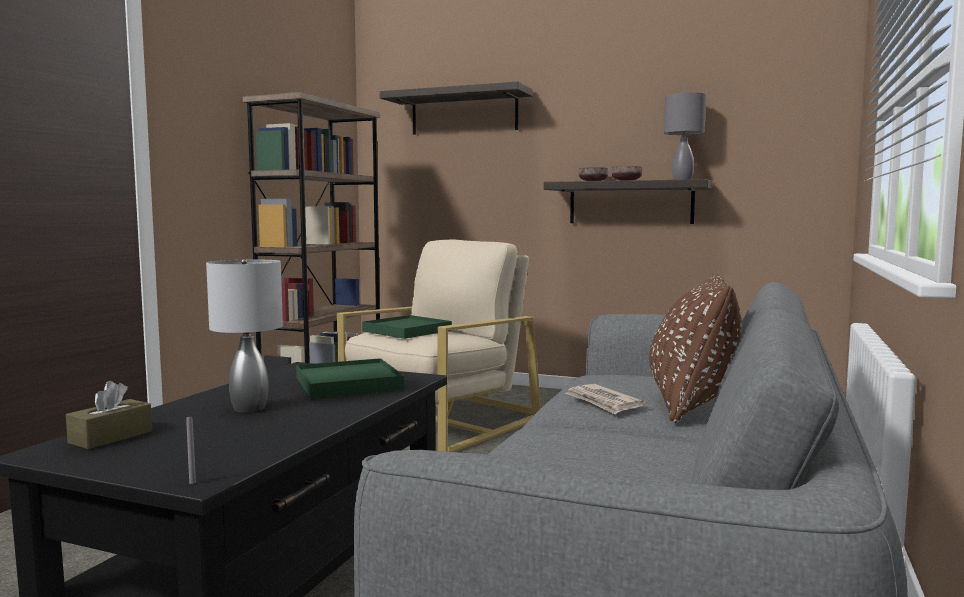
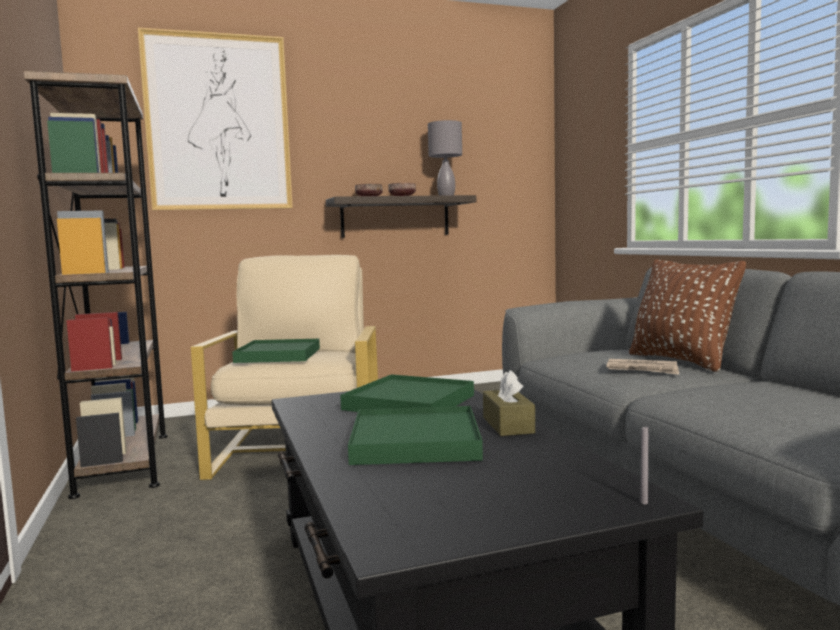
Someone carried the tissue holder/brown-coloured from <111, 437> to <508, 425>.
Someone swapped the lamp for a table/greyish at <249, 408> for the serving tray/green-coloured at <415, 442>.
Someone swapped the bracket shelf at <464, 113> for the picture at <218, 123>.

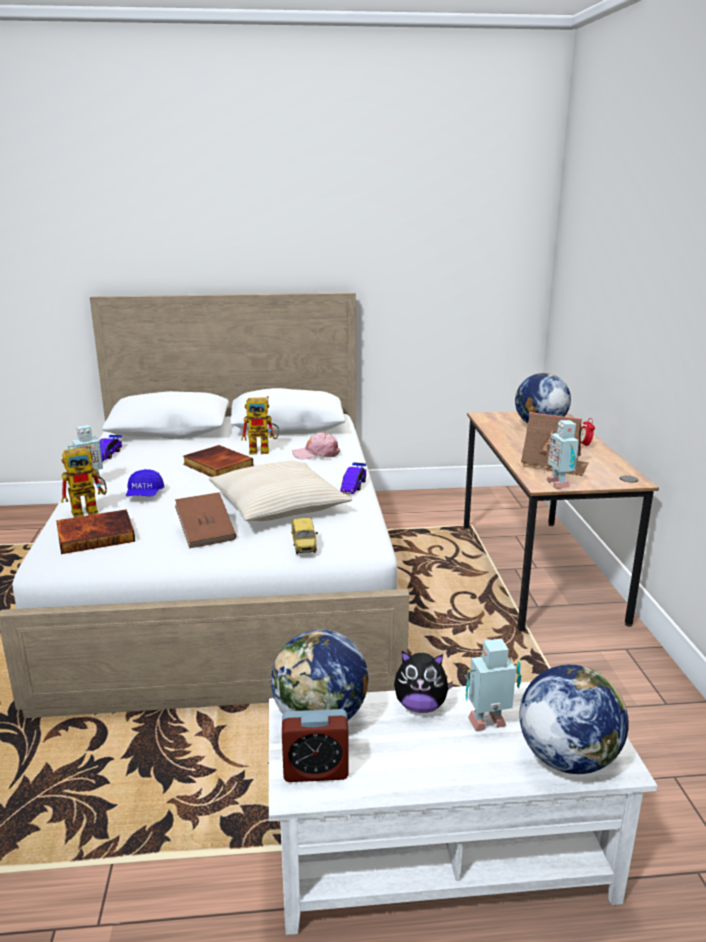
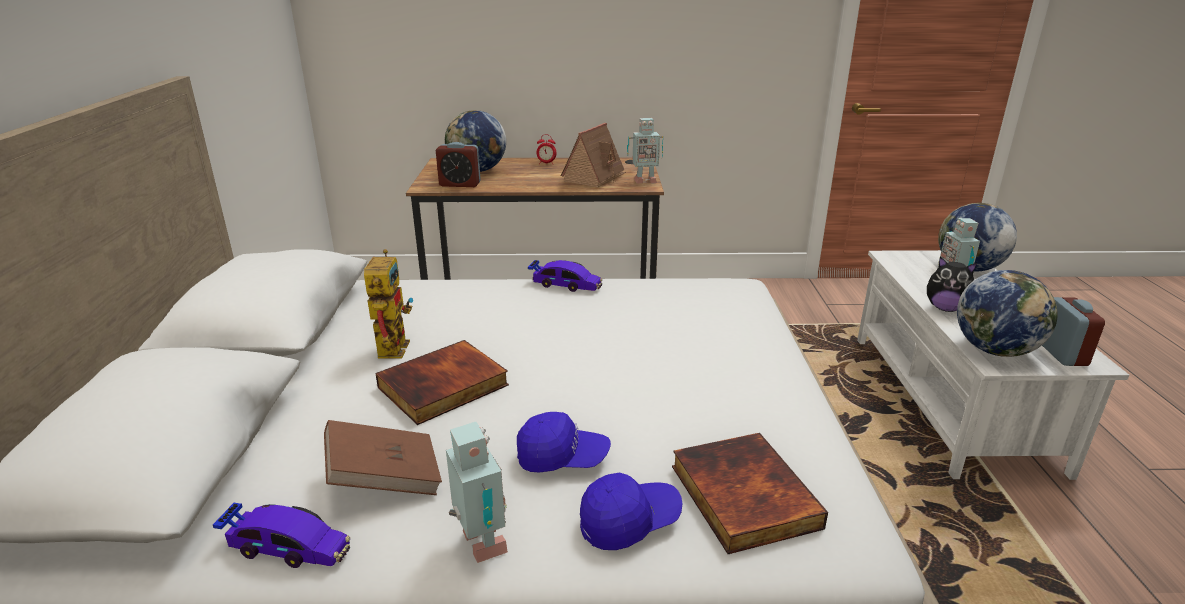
Someone swapped the model robot at <90, 510> for the baseball cap/bluish at <629, 522>.
Someone carried the volume/brown-coloured from <206, 534> to <385, 479>.
Someone took away the throw pillow/sand-coloured at <278, 505>.
Someone took away the toy car at <305, 547>.
Someone took away the baseball cap/pinkish at <316, 454>.
Someone rotated the soft toy at <420, 706> by 105 degrees clockwise.
Someone put down the alarm clock at <460, 184>.

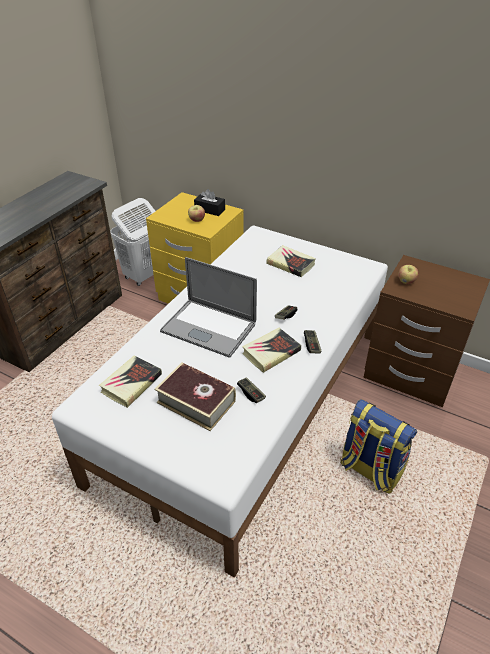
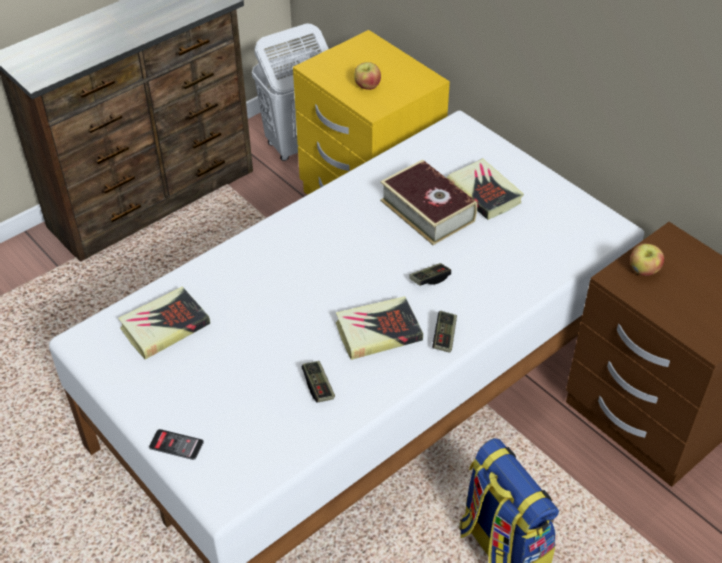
Someone carried the volume from <196, 402> to <427, 210>.
Someone took away the notebook computer at <208, 327>.
Someone took away the tissue holder/blackish at <209, 210>.
Someone put down the handset at <176, 445>.

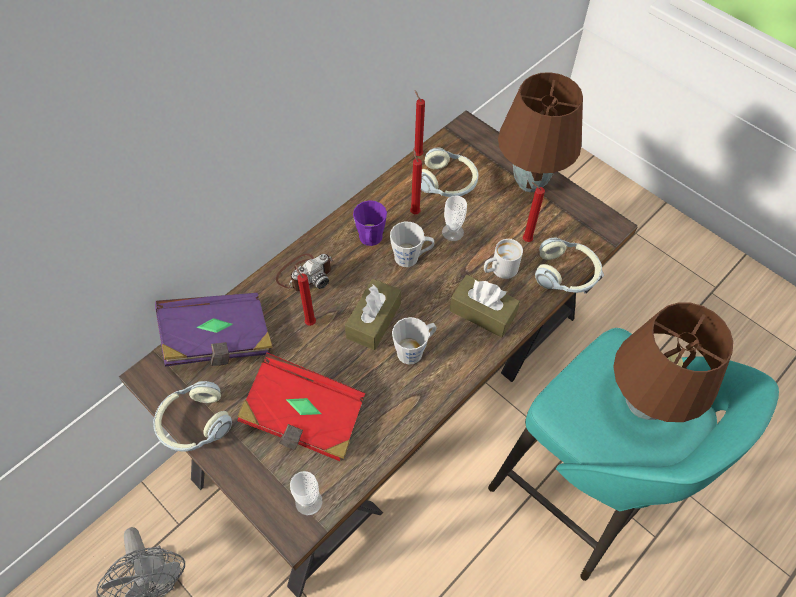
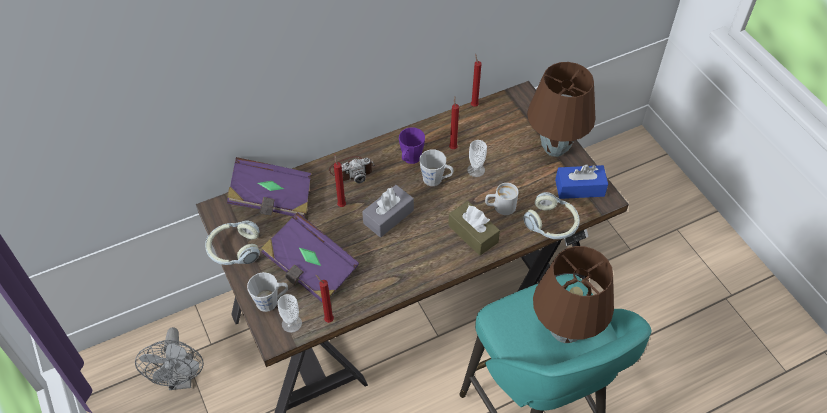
Someone repainted the volume/reddish at <304, 418>, which became the volume/purple-coloured at <311, 268>.
Someone repainted the tissue holder/brown-coloured at <373, 320>, which became the tissue holder/greyish at <388, 217>.
Someone carried the coffee mug/greyish from <414, 350> to <271, 301>.
Someone took away the pair of headphones at <448, 182>.
Someone carried the candle/reddish from <525, 239> to <328, 319>.
Someone put down the tissue holder/bluish at <579, 188>.

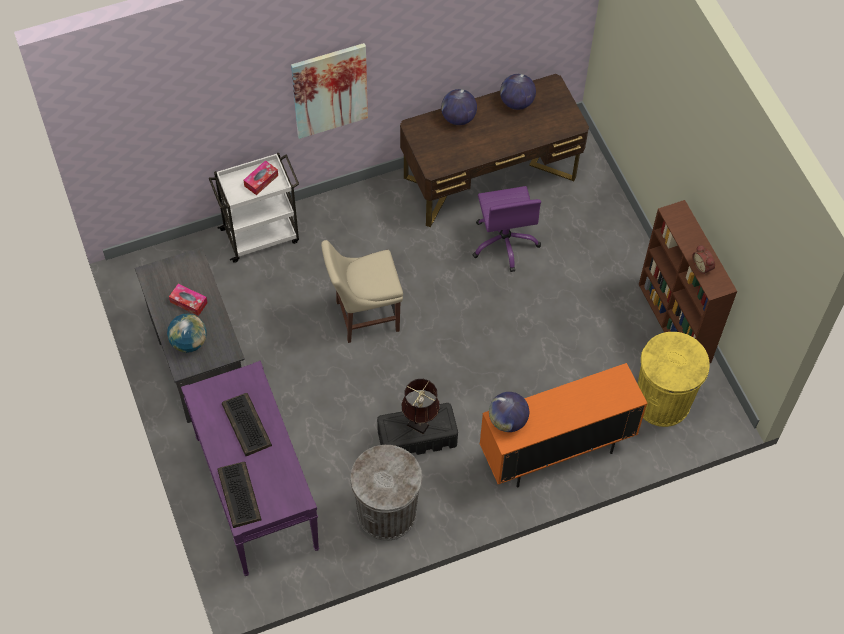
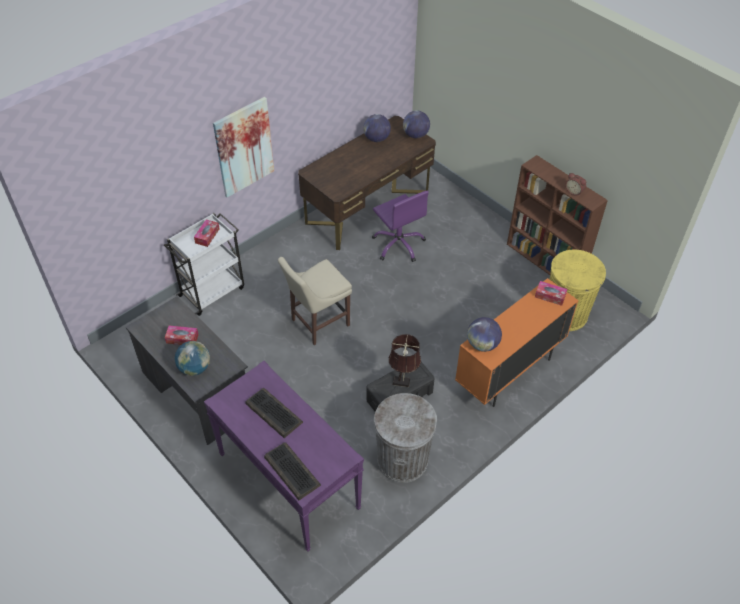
Someone carried the globe from <458, 118> to <415, 135>.
Someone put down the tissue holder at <550, 296>.

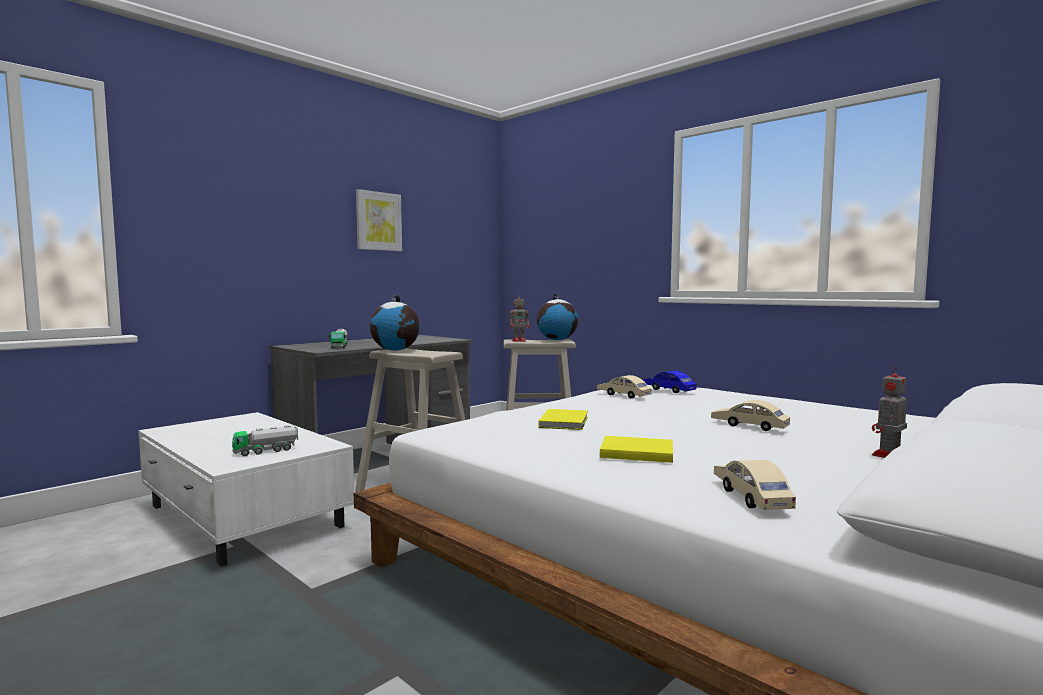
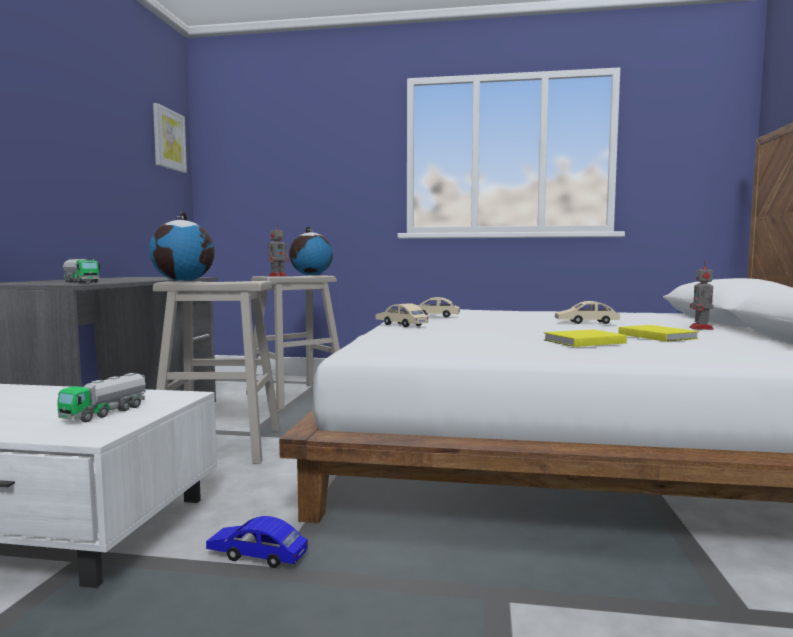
Someone carried the picture from <378, 221> to <168, 139>.
Someone carried the volume/yellow-coloured from <565, 422> to <656, 336>.
Someone carried the toy car/bluish from <668, 390> to <257, 555>.
Someone carried the toy car/sand-coloured from <750, 496> to <401, 325>.

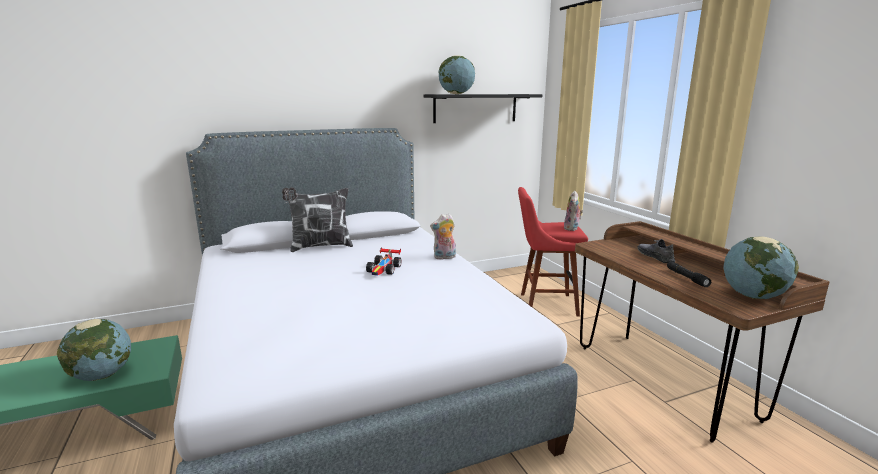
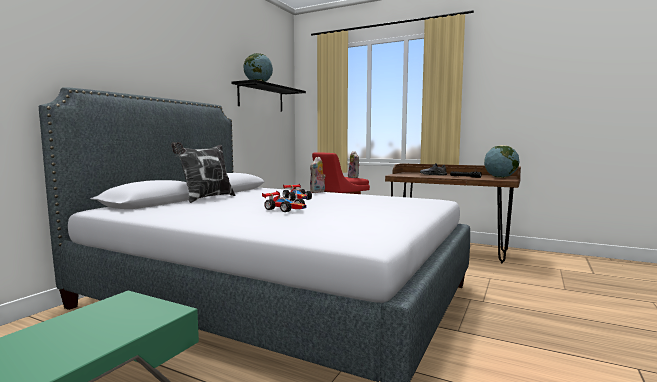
Someone took away the globe at <102, 375>.
Someone put down the toy car at <285, 209>.

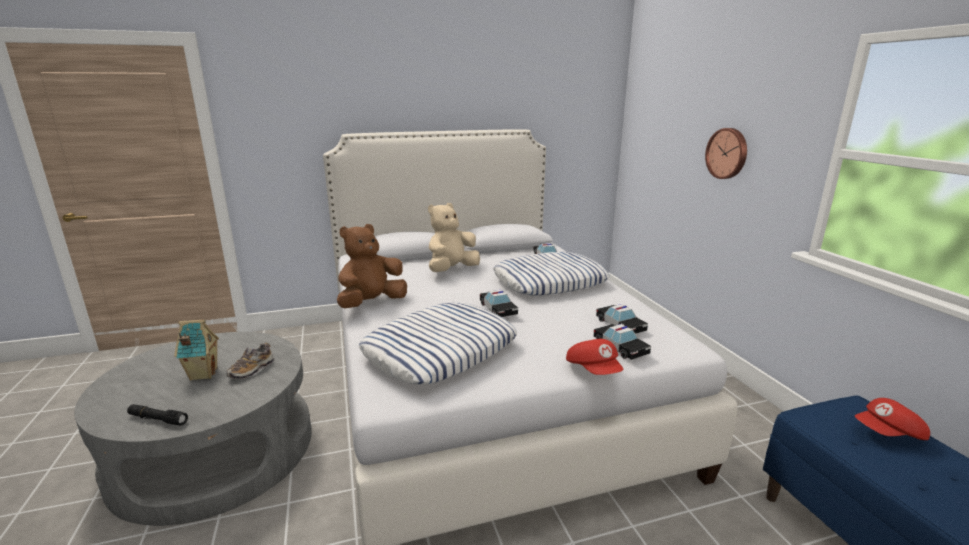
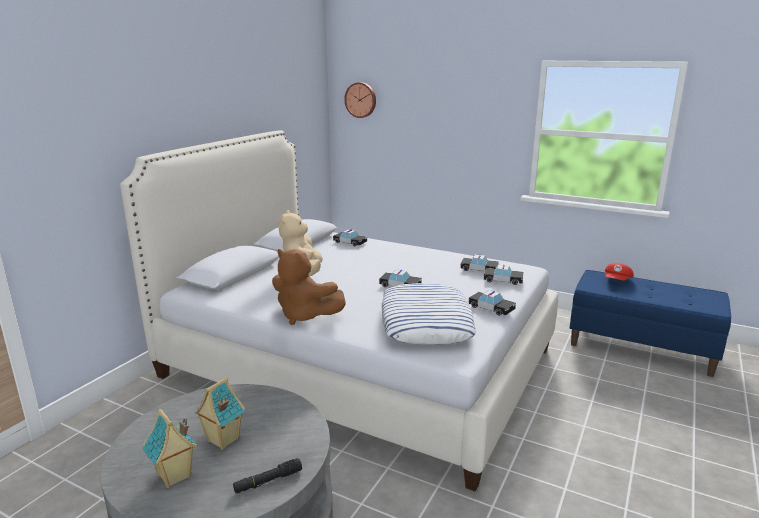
Someone took away the shoe at <252, 370>.
Someone rotated the soft toy/brown-coloured at <372, 303> by 60 degrees counterclockwise.
Someone took away the throw pillow at <549, 281>.
Someone took away the baseball cap/reddish at <594, 370>.
Someone carried the clock on the wall from <727, 153> to <361, 100>.
Someone put down the model house at <174, 477>.
Someone put down the toy car at <491, 308>.

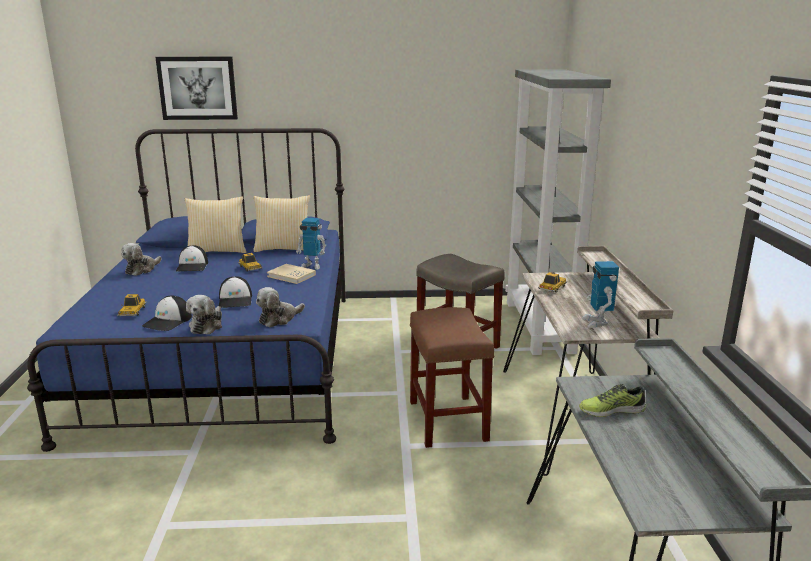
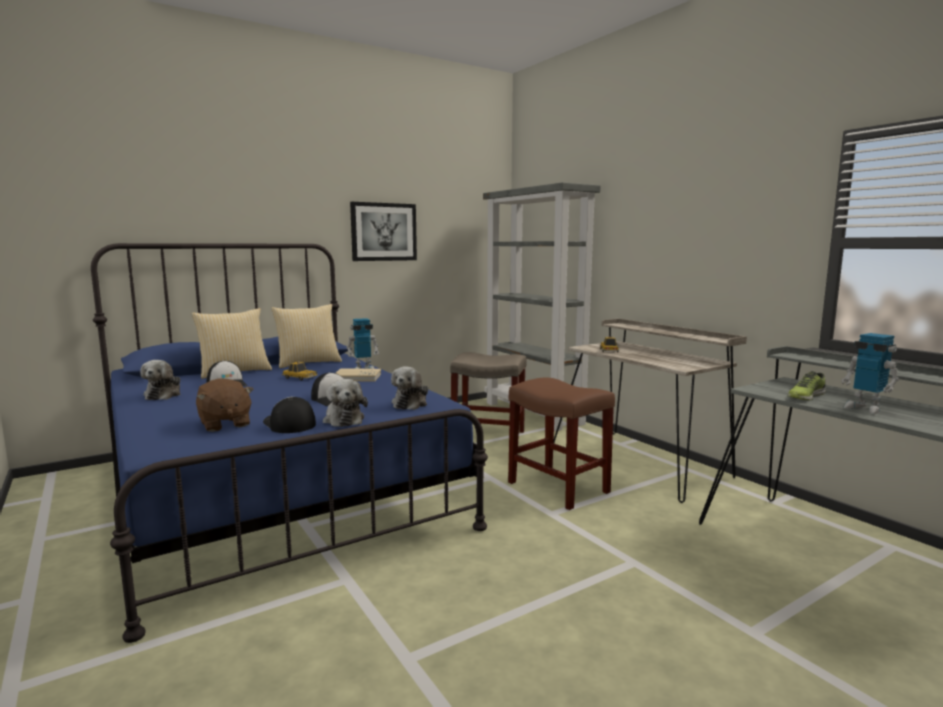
Someone swapped the toy car at <132, 311> for the soft toy/brown-coloured at <224, 424>.
Someone rotated the baseball cap at <168, 321> by 150 degrees clockwise.
Someone carried the picture from <197, 88> to <383, 232>.
Someone carried the model robot from <597, 322> to <865, 408>.

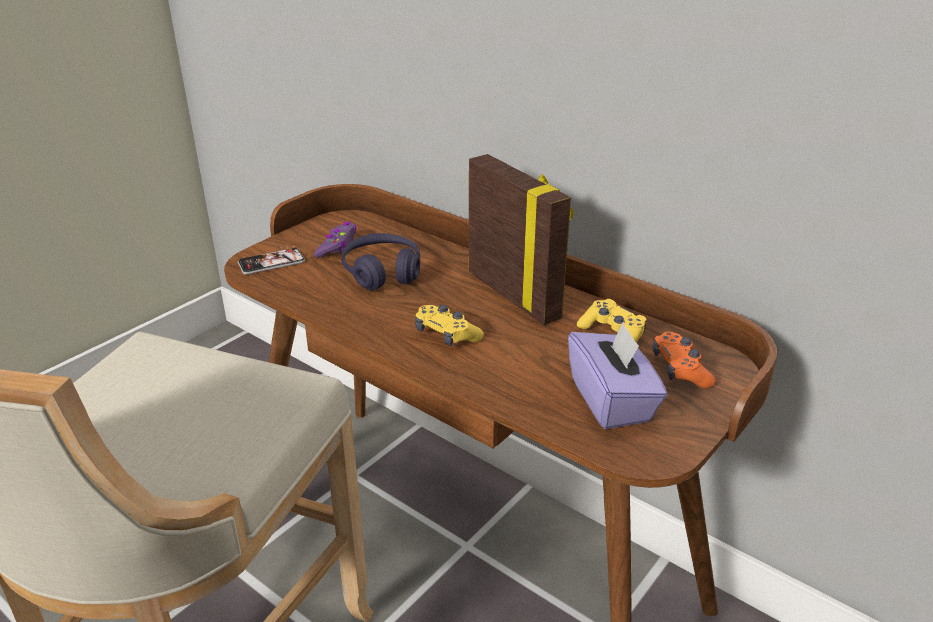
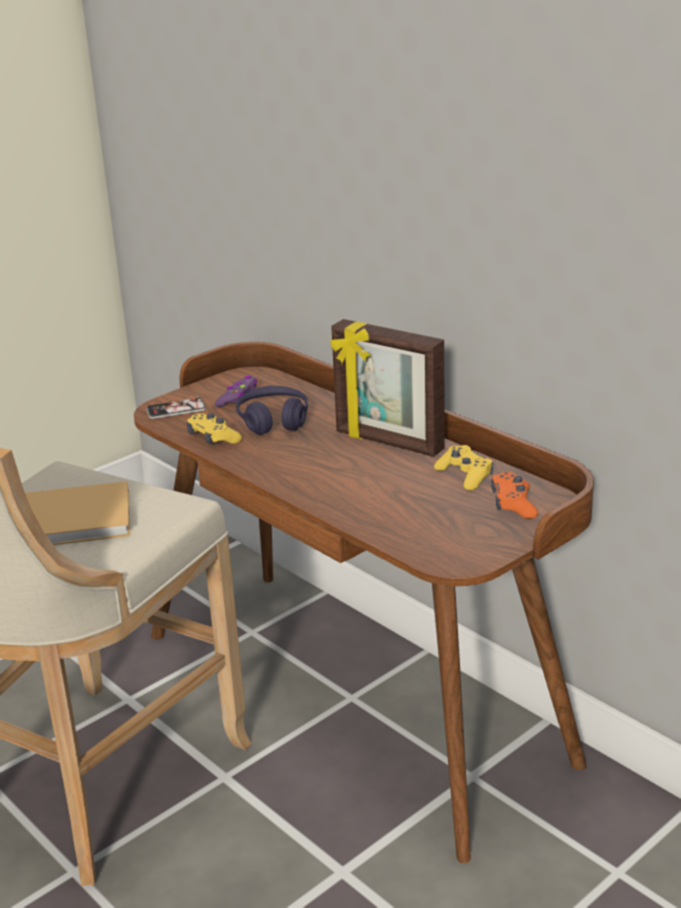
Someone carried the joypad/yellow-coloured from <446, 335> to <213, 438>.
Someone rotated the picture frame at <515, 295> by 150 degrees clockwise.
Someone took away the tissue holder/purple-coloured at <612, 401>.
Someone put down the volume/sand-coloured at <78, 519>.

